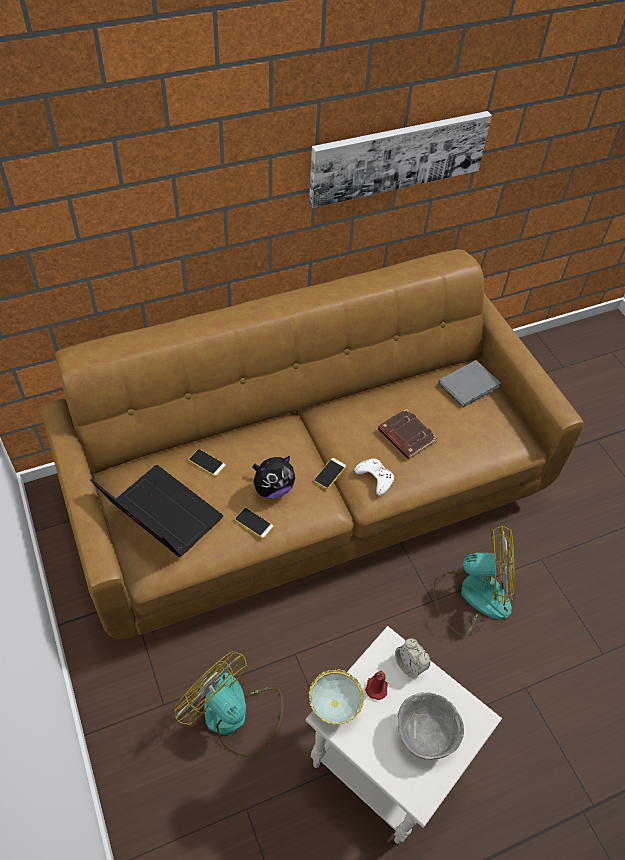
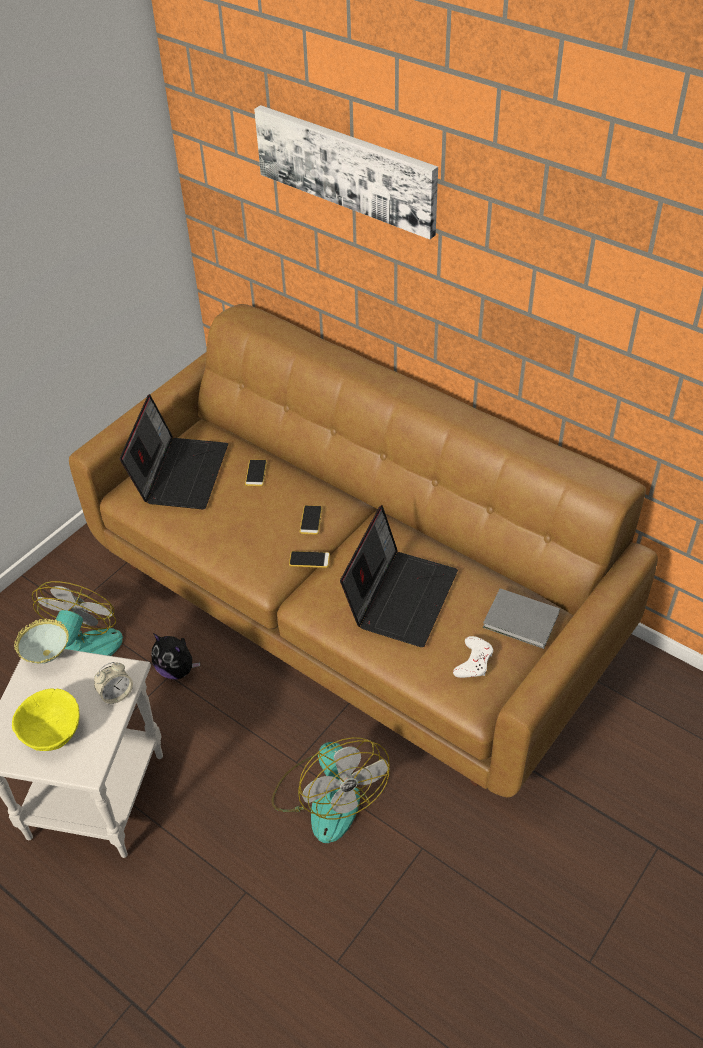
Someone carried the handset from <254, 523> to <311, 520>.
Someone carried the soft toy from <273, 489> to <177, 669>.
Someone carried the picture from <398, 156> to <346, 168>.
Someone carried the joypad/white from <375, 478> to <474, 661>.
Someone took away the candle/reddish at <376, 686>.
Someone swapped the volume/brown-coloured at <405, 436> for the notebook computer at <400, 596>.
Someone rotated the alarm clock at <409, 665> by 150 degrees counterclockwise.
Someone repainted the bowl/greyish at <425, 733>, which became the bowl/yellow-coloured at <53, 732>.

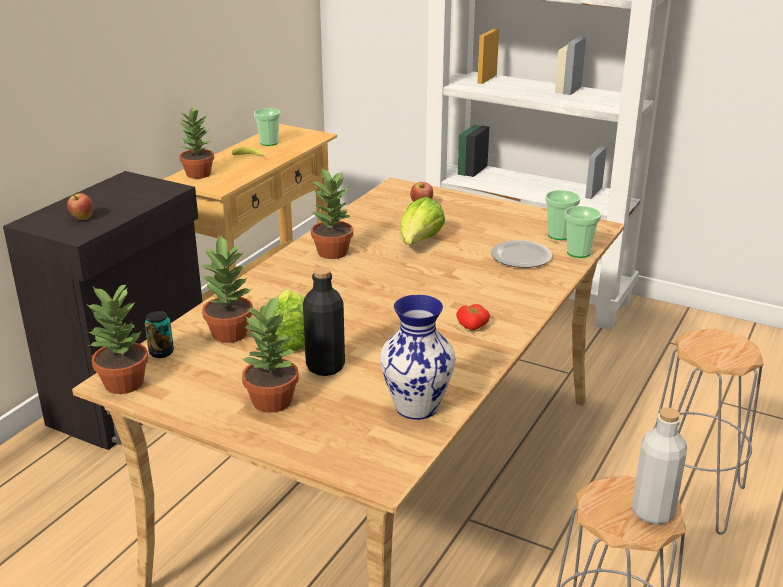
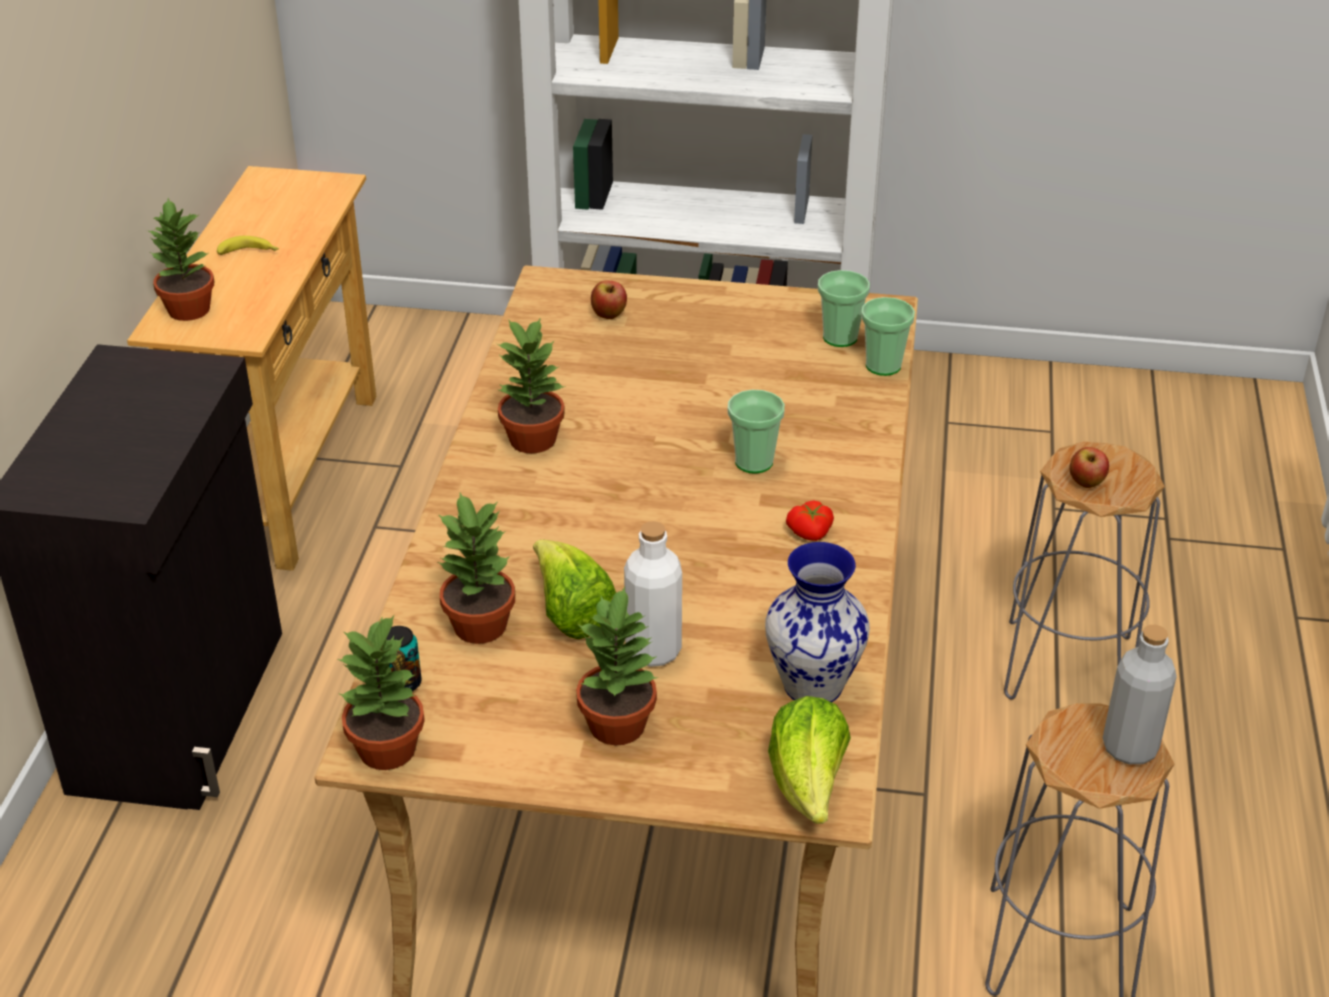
Someone carried the apple fruit from <82, 218> to <1086, 483>.
Someone carried the small cup from <269, 143> to <754, 462>.
Someone repainted the drink bottle/blackish at <325, 367>, which became the drink bottle/white at <653, 650>.
Someone carried the lettuce head from <419, 243> to <808, 786>.
Someone took away the flat dish at <520, 256>.

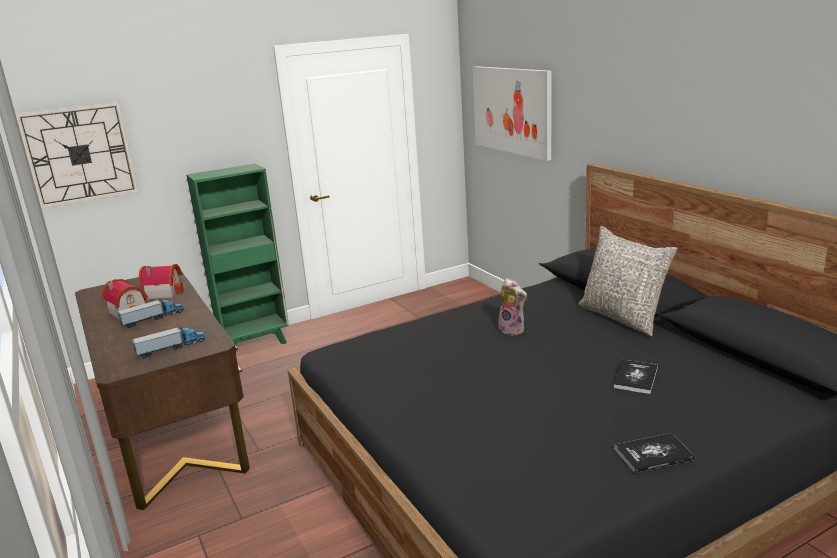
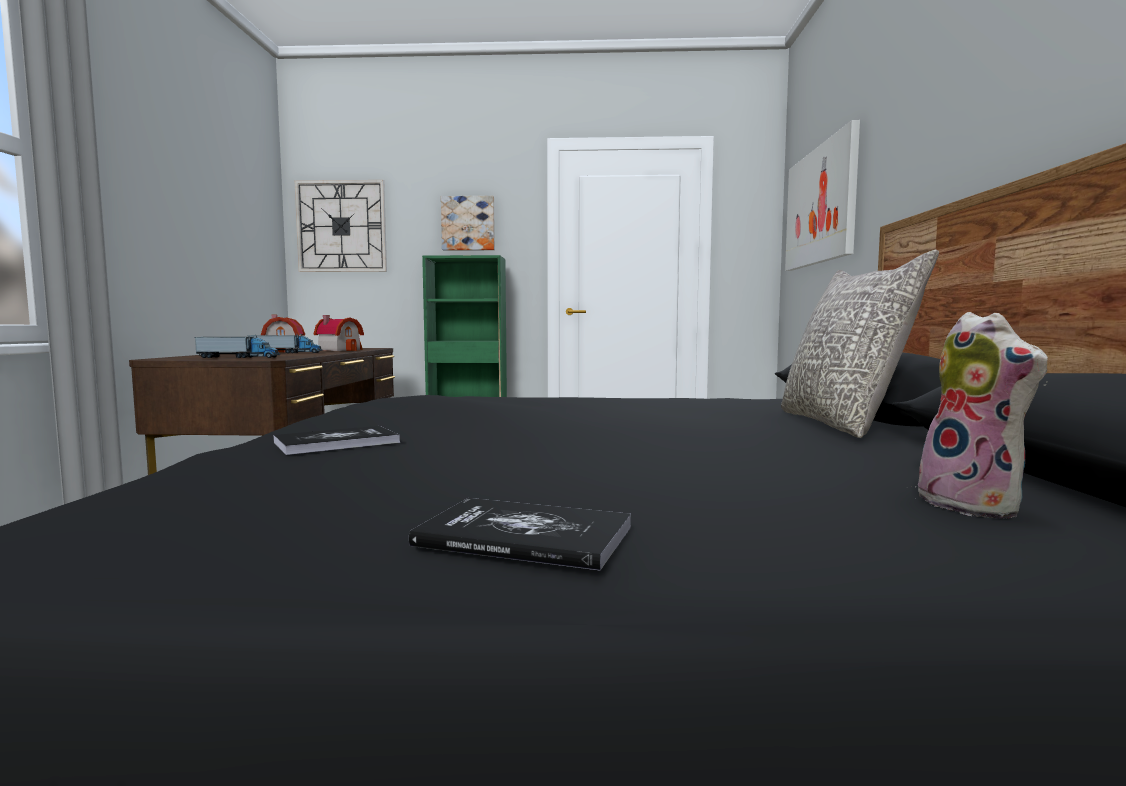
Someone carried the soft toy from <513, 330> to <975, 505>.
Someone carried the volume from <636, 377> to <336, 443>.
Someone put up the picture at <468, 223>.

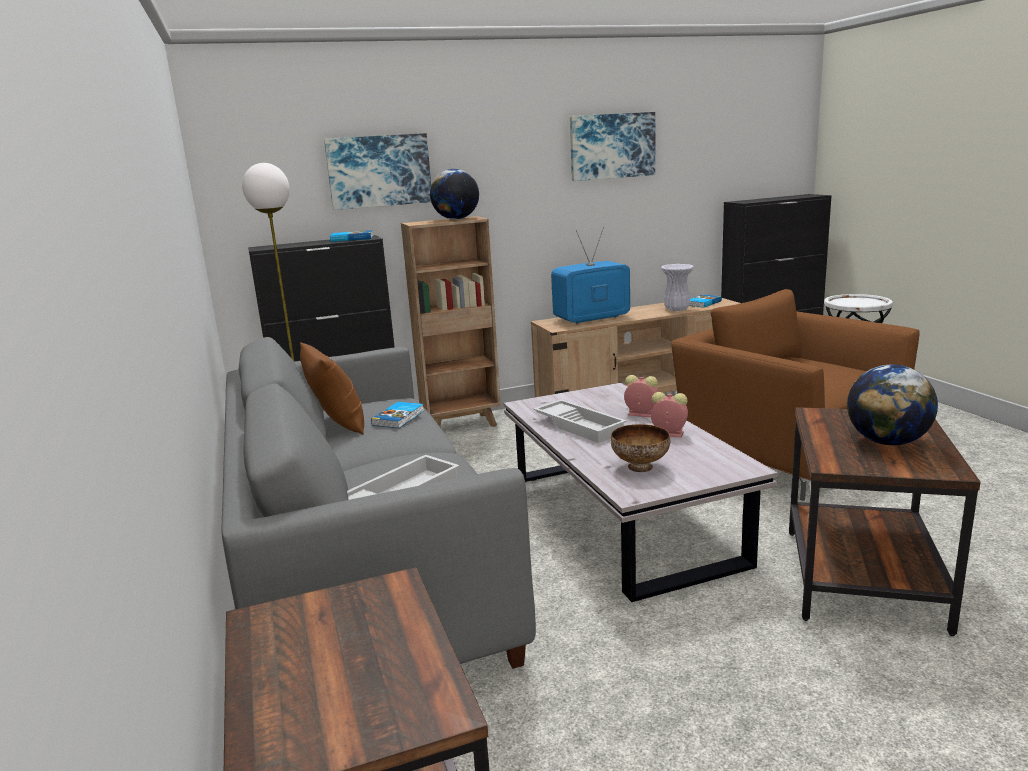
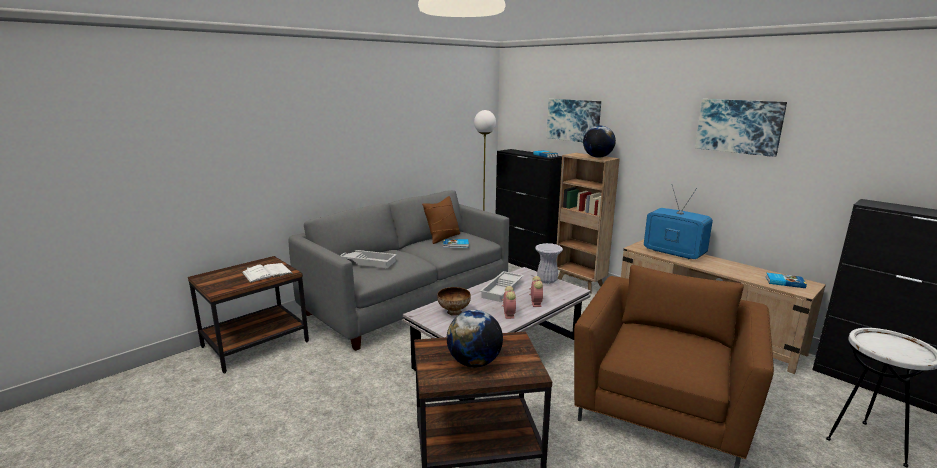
Someone carried the decorative vase/white from <676, 309> to <547, 281>.
Someone put down the volume/white at <267, 273>.

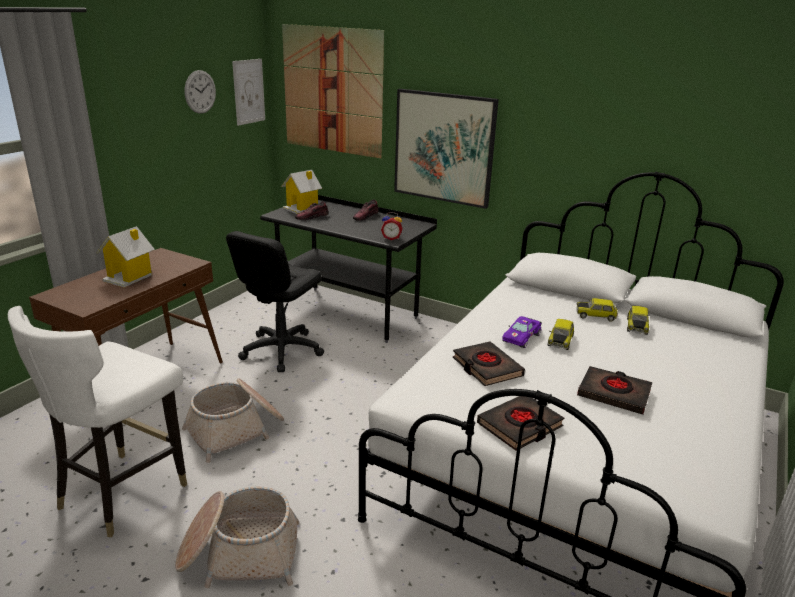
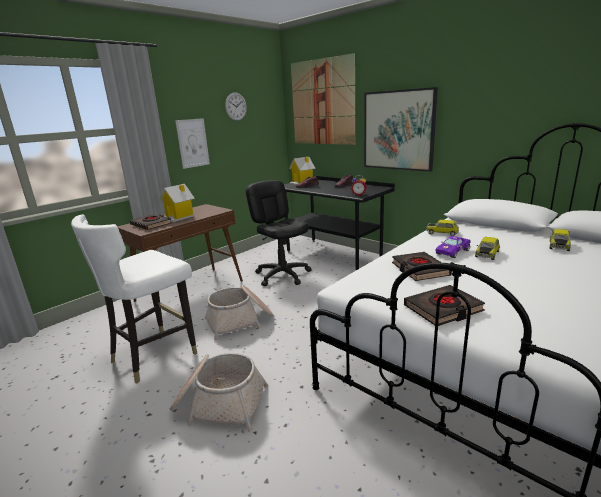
Someone rotated the office chair/blackish at <281, 350> by 105 degrees clockwise.
Someone carried the picture from <249, 91> to <193, 143>.
Someone carried the toy car from <595, 315> to <442, 233>.
Someone carried the volume/blackish from <614, 394> to <151, 224>.

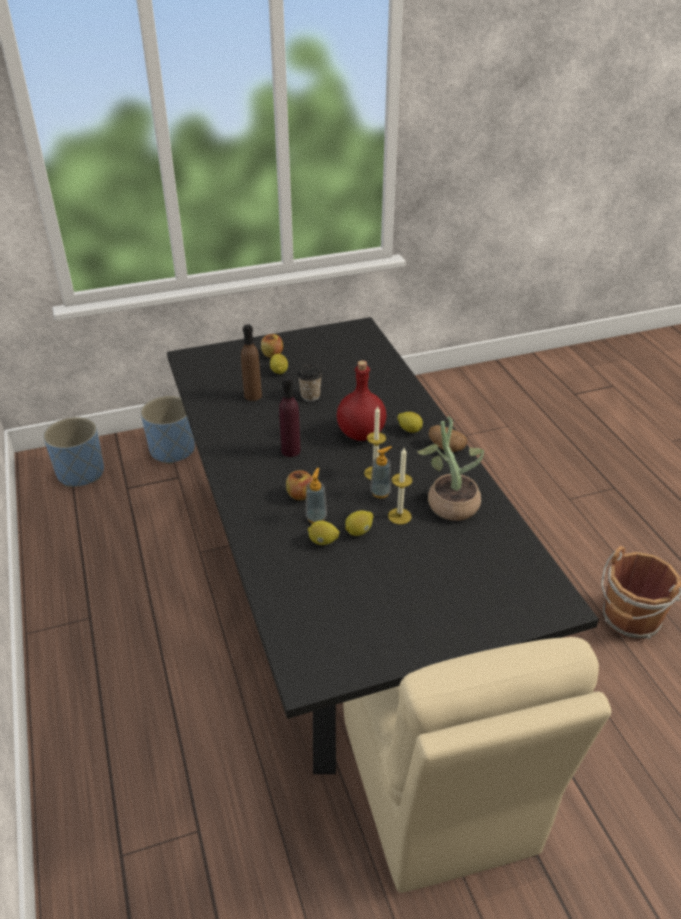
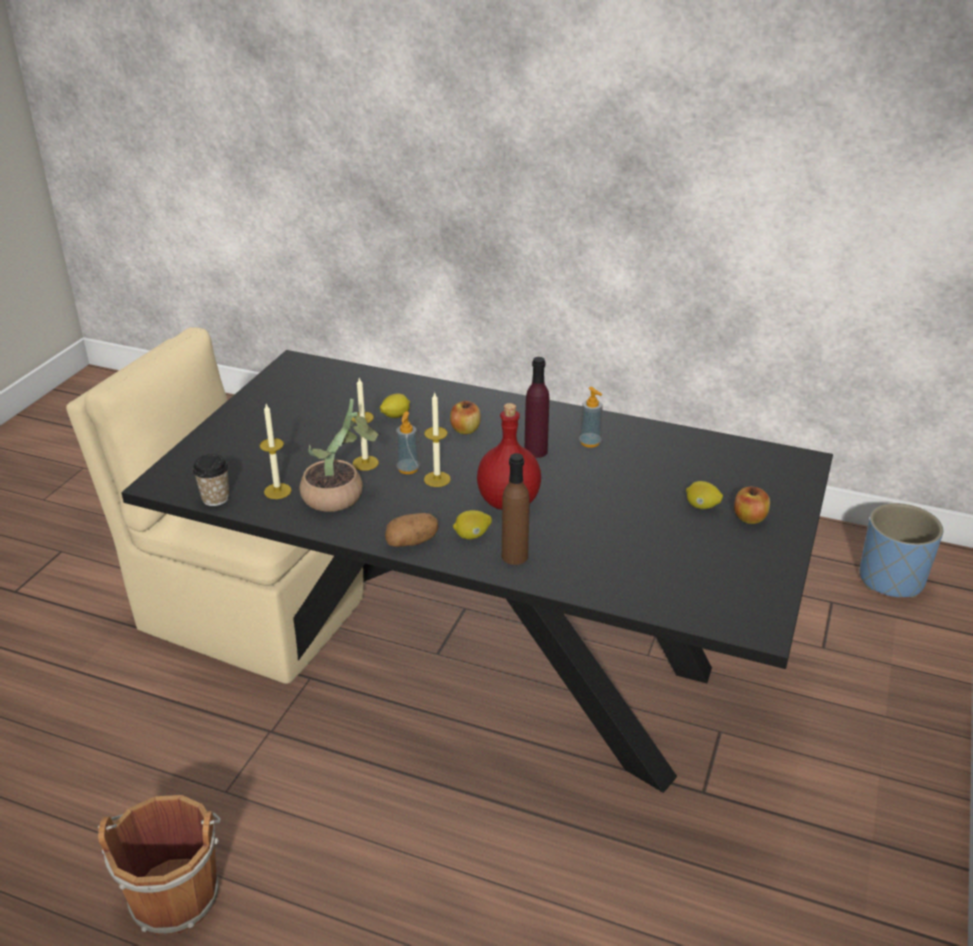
Someone took away the plant pot/bluish at <172, 450>.
Someone carried the drink bottle/brown-coloured from <253, 395> to <514, 556>.
Someone carried the small cup from <310, 396> to <215, 498>.
Someone carried the soap bottle from <316, 517> to <590, 442>.
Someone took away the lemon at <359, 531>.
Someone put down the candle at <277, 491>.

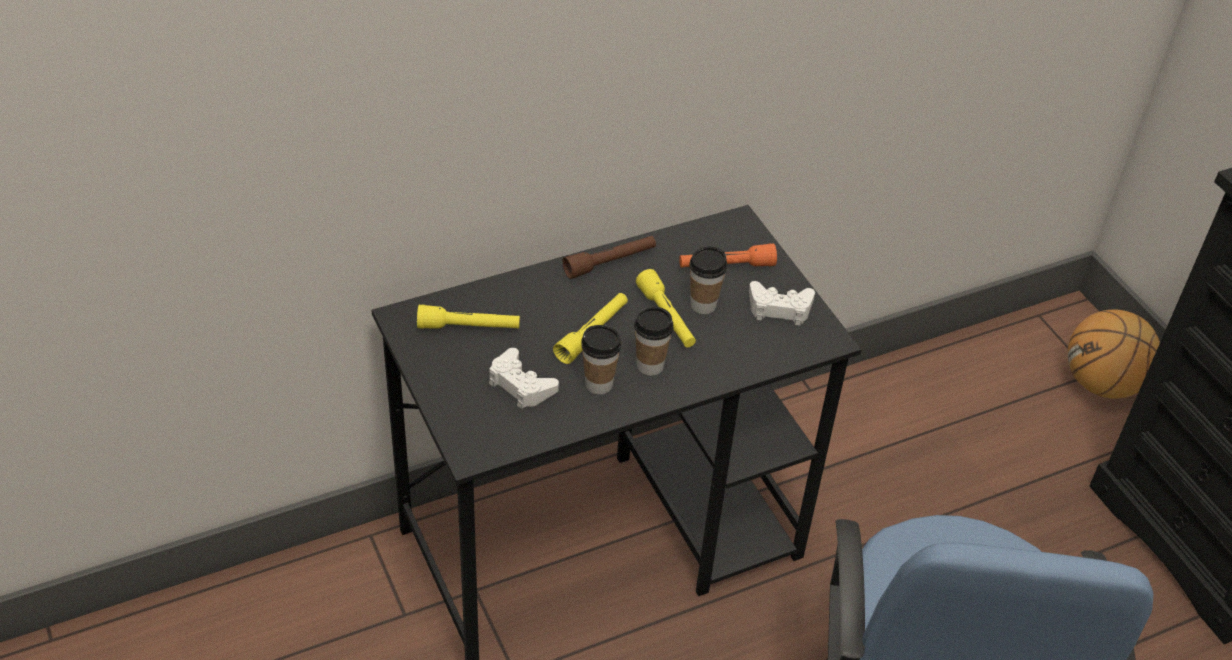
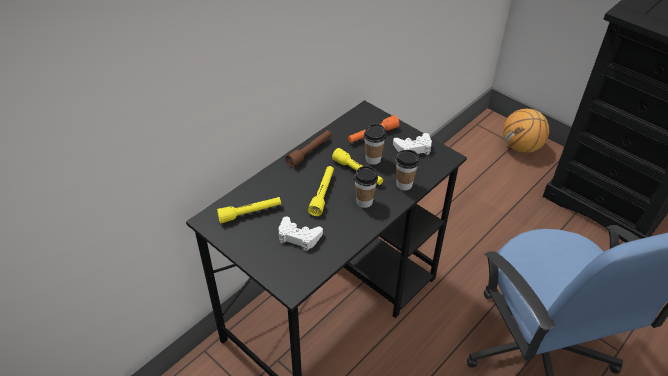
Someone carried the small cup from <599, 384> to <404, 185>.

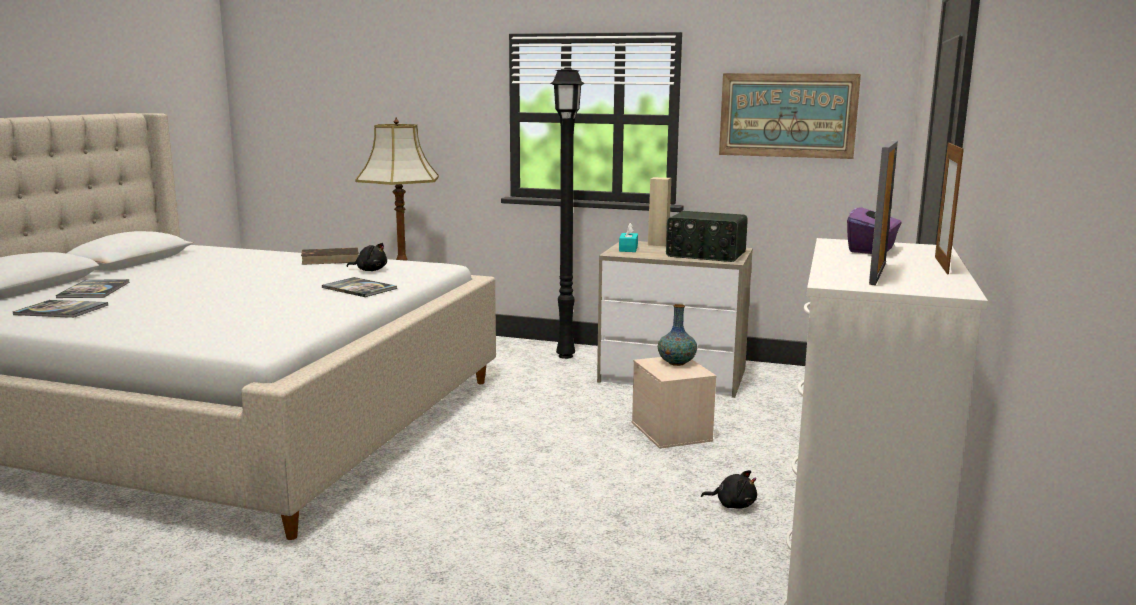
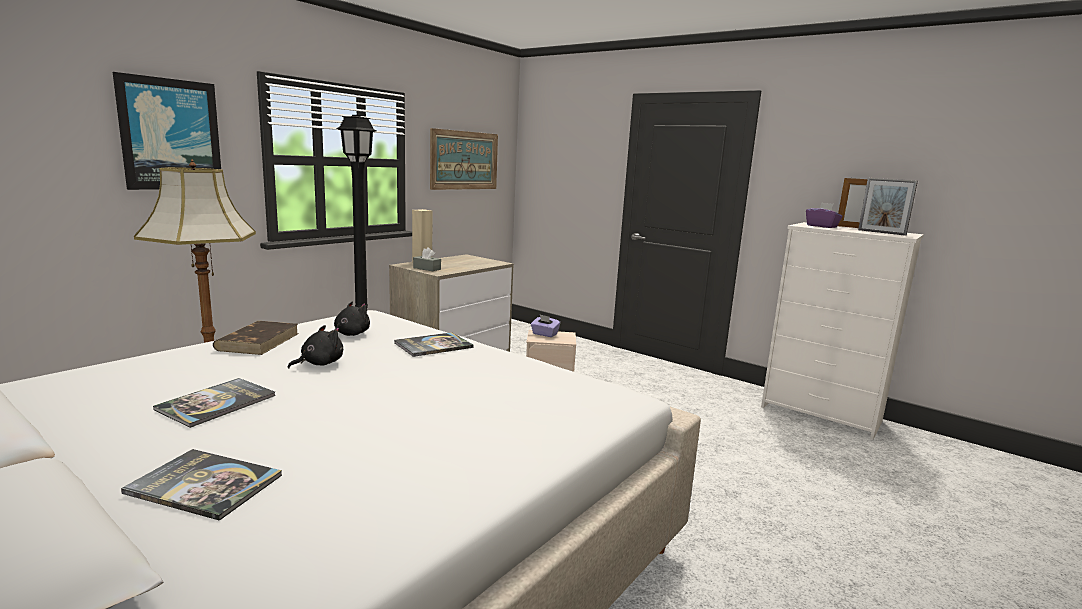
Someone carried the volume from <61, 310> to <216, 403>.
Someone repainted the tissue holder/blue-green at <628, 249>, which became the tissue holder/greyish at <427, 268>.
Someone swapped the decorative vase at <676, 363> for the tissue holder/purple-coloured at <544, 334>.
Someone took away the radio at <705, 255>.
Someone carried the soft toy/blackish from <733, 504> to <319, 363>.
Someone put up the picture at <170, 134>.

